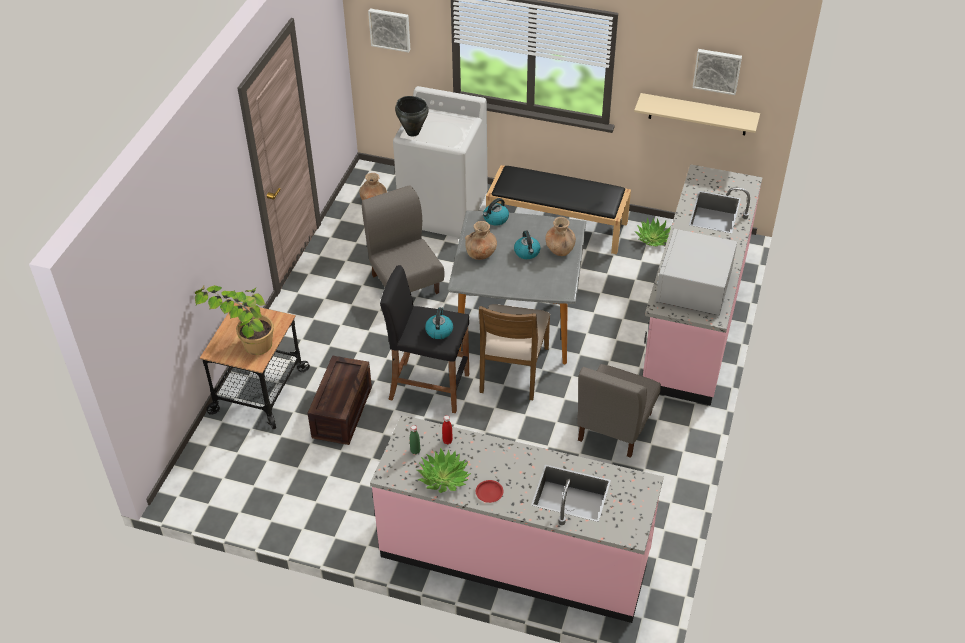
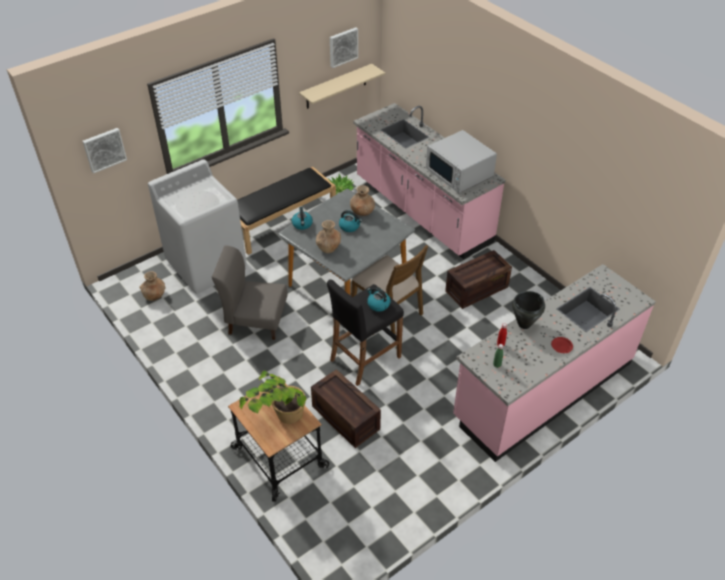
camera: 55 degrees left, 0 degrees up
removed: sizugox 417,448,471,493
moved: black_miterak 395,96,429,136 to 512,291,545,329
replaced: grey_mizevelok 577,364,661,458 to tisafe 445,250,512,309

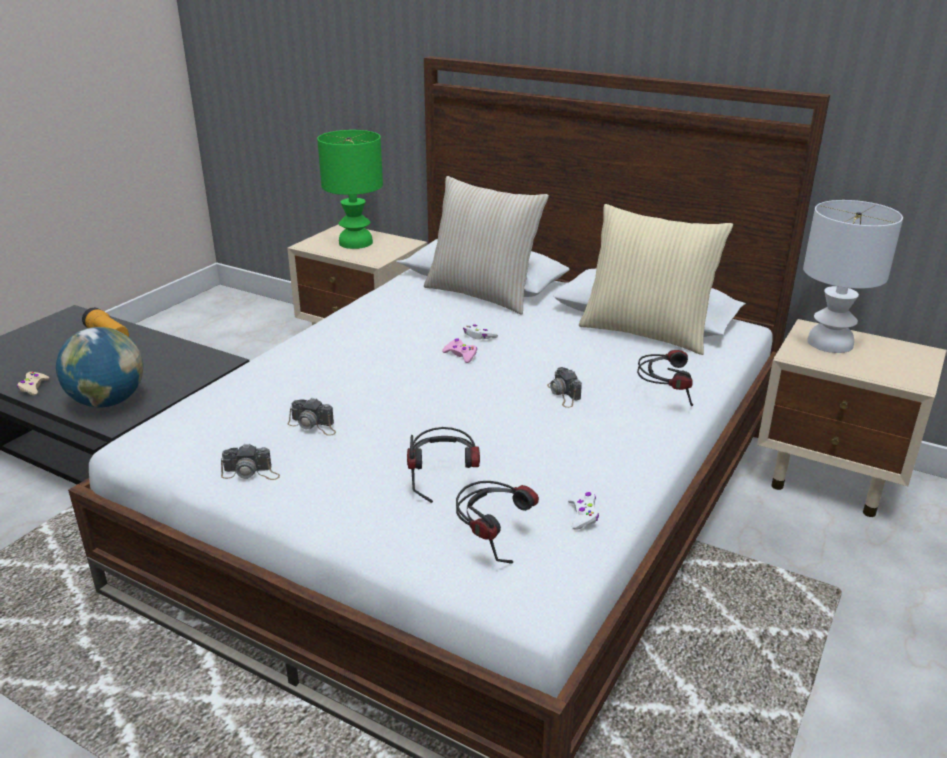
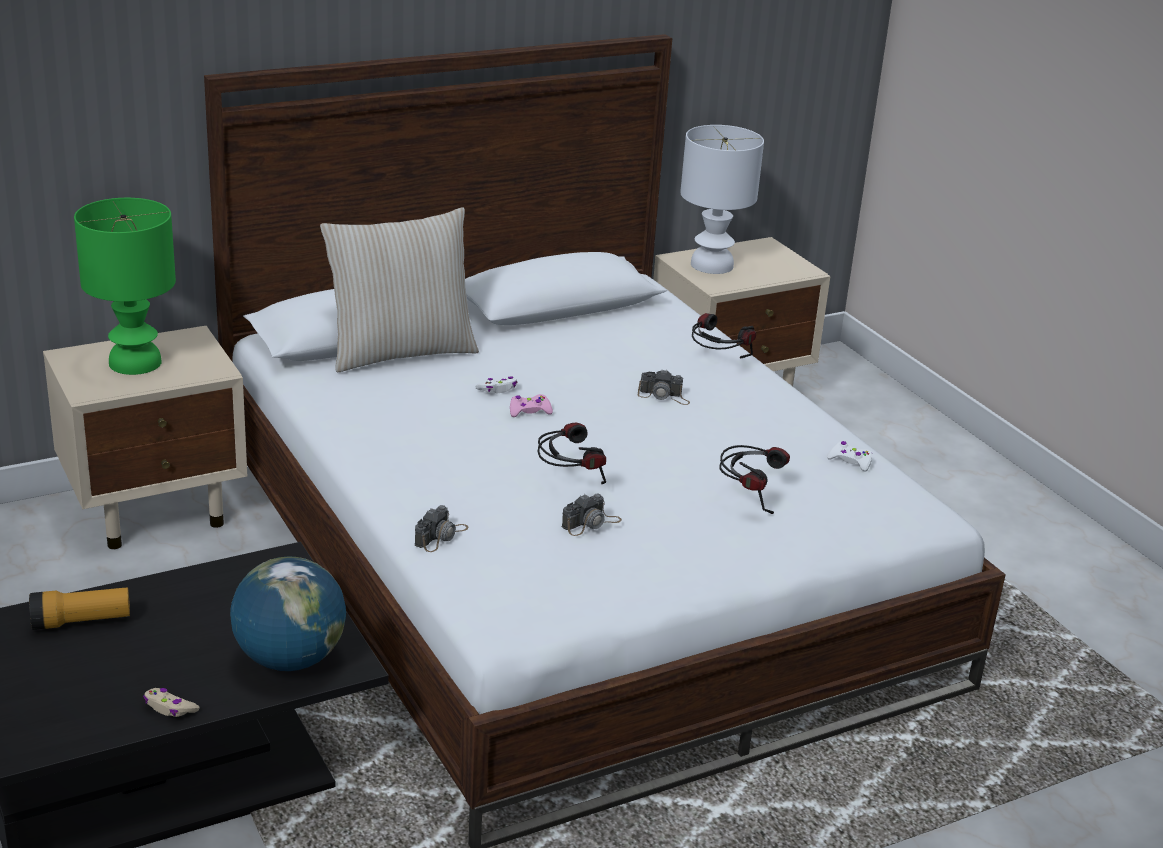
camera: 60 degrees left, 0 degrees up
removed: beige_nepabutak 579,204,733,355
moved: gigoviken 221,443,280,480 to 415,505,468,552; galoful 456,481,539,564 to 537,423,606,484

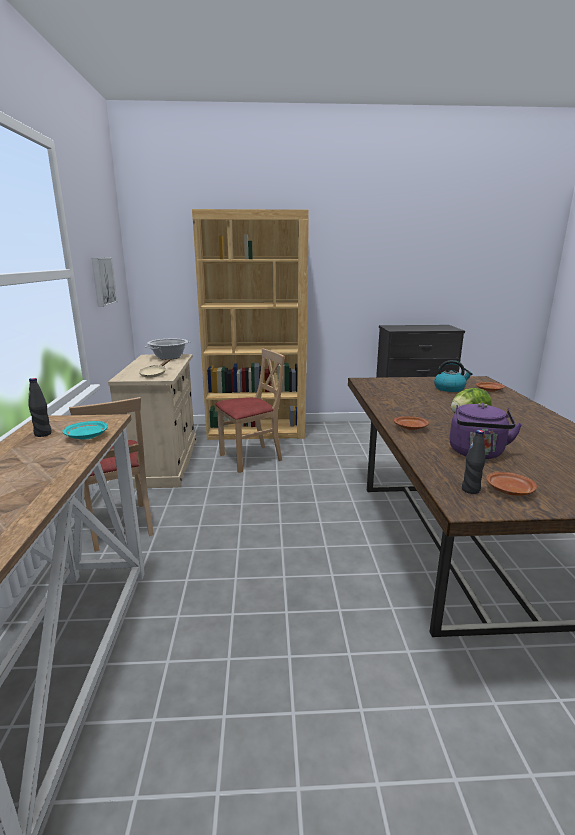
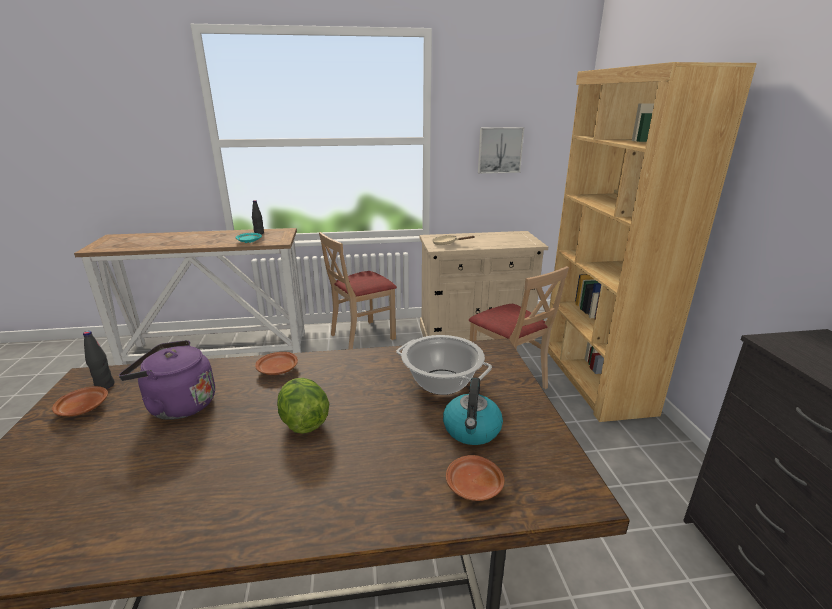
camera: 85 degrees right, 5 degrees up
moved: miterak 144,339,190,360 to 396,335,492,395

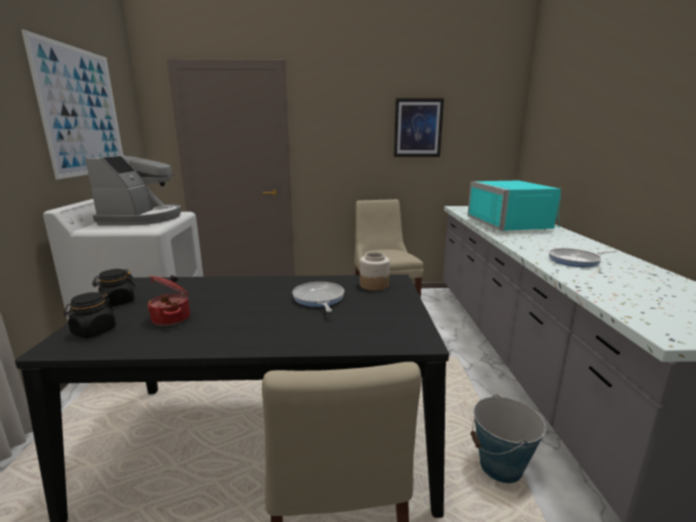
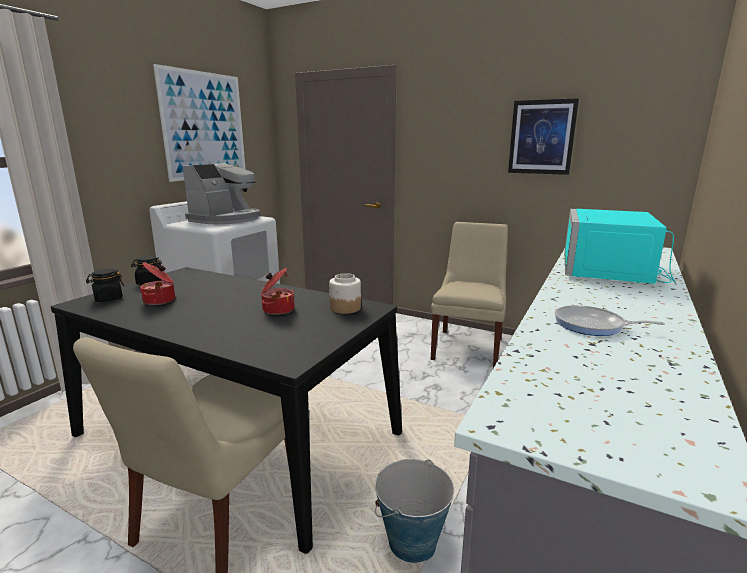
camera: 30 degrees right, 0 degrees up
replaced: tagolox 292,282,344,312 to miterak 261,268,295,315

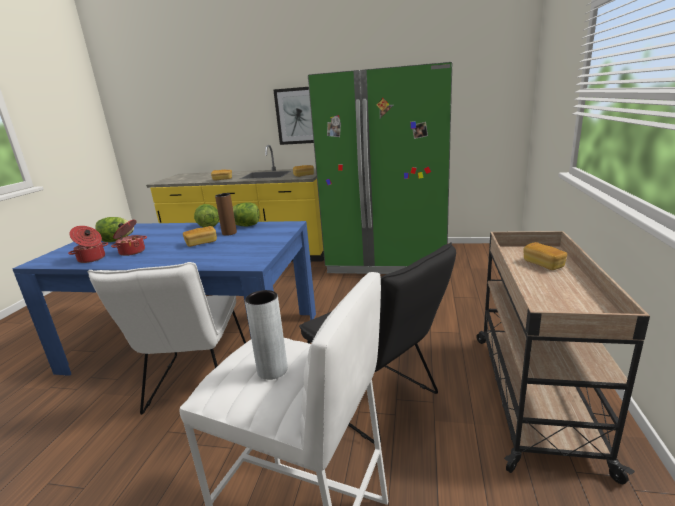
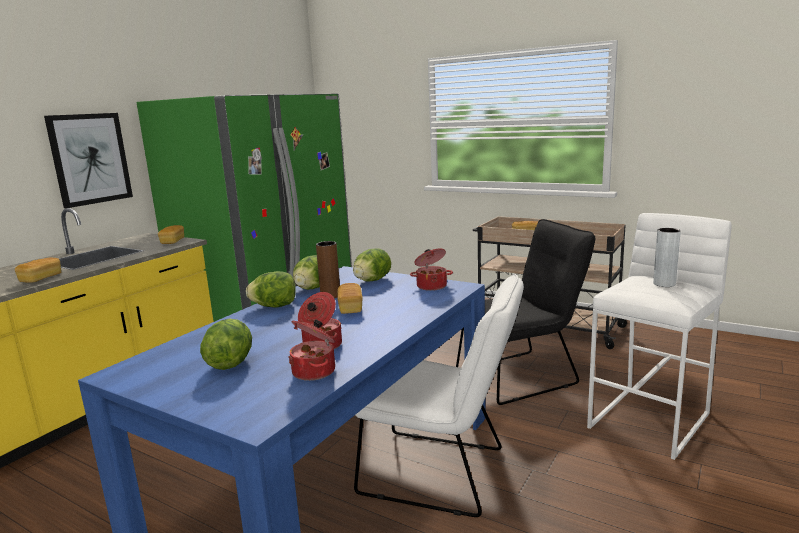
camera: 70 degrees left, 5 degrees down
added: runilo 353,248,391,281; miterak 410,249,453,291

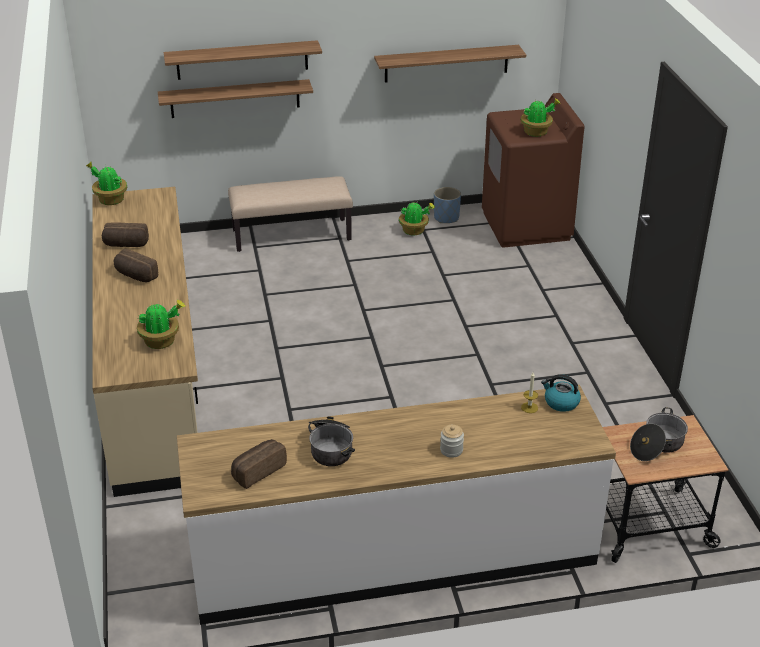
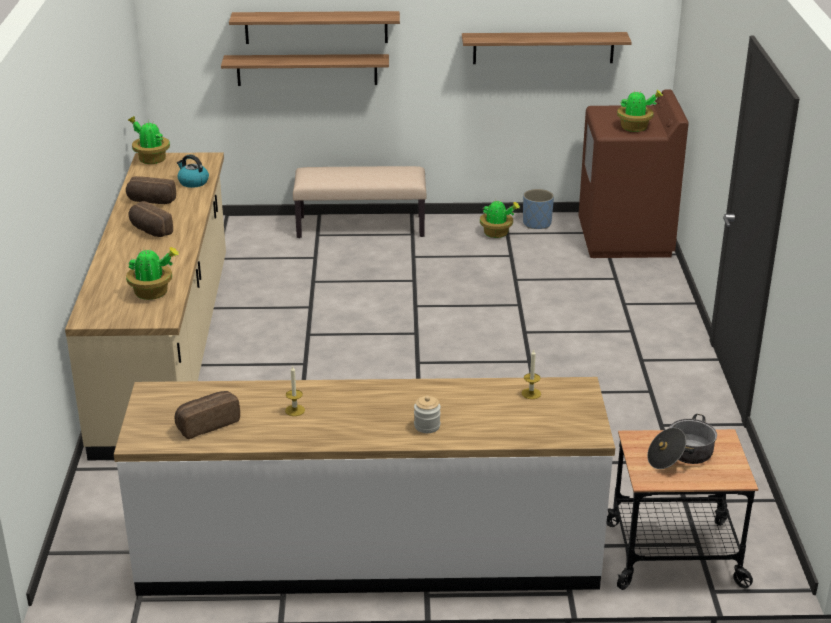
camera: 10 degrees right, 5 degrees down
moved: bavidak 541,374,581,412 to 177,154,209,188
replaced: miterak 308,416,355,466 to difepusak 285,365,305,416

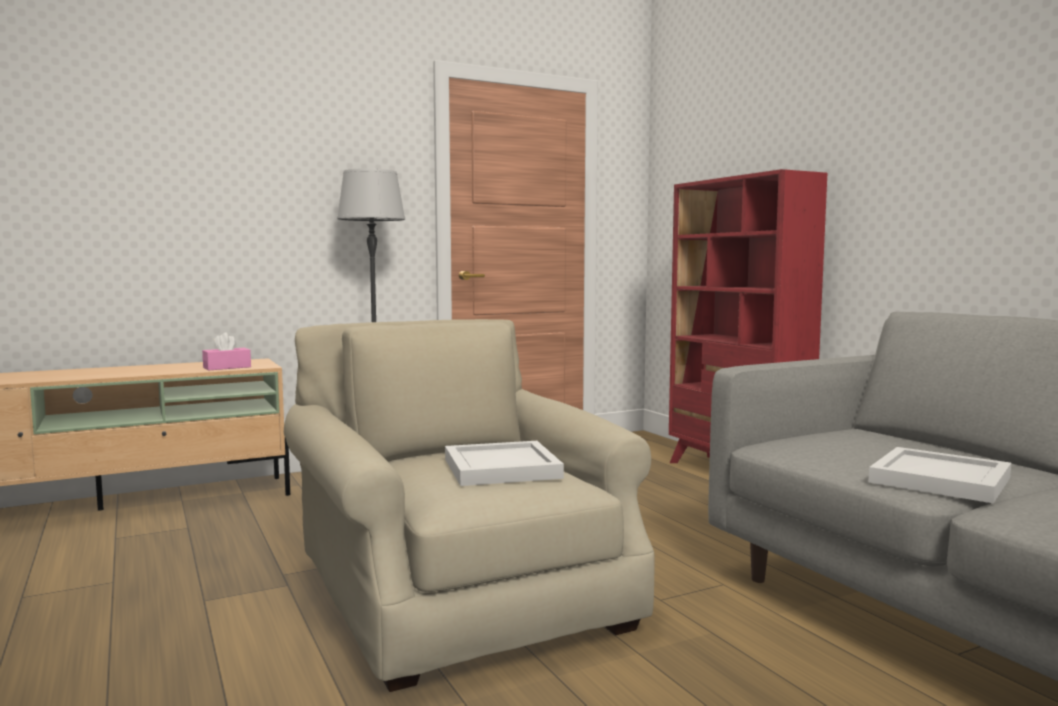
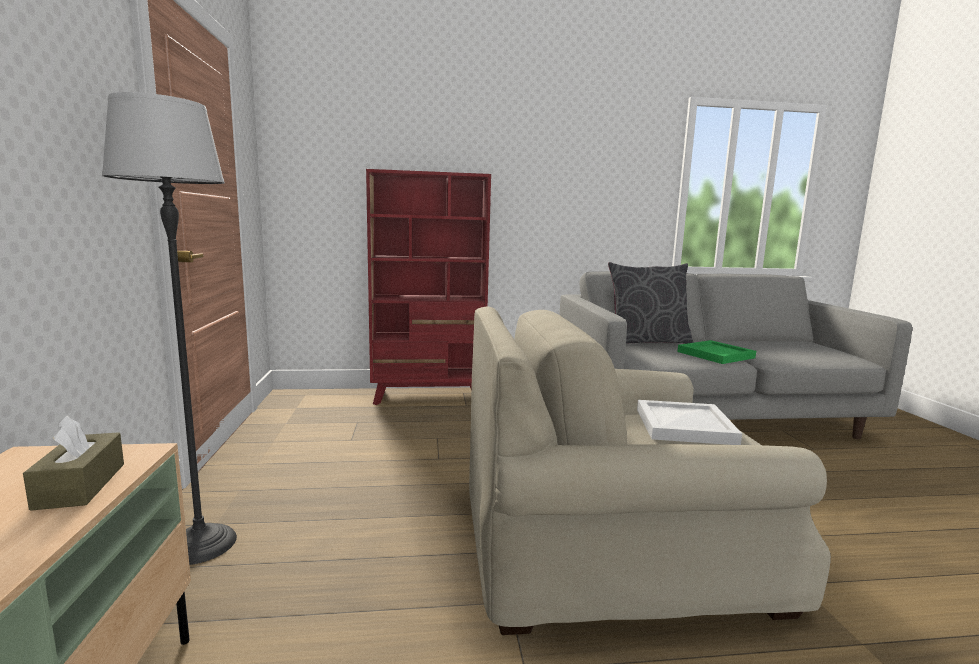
camera: 70 degrees left, 5 degrees up
added: grey_nepabutak 608,262,694,344
recoloured: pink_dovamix 202,332,251,370 to brown_dovamix 23,415,124,511; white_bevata 868,447,1011,504 to green_bevata 677,340,756,364

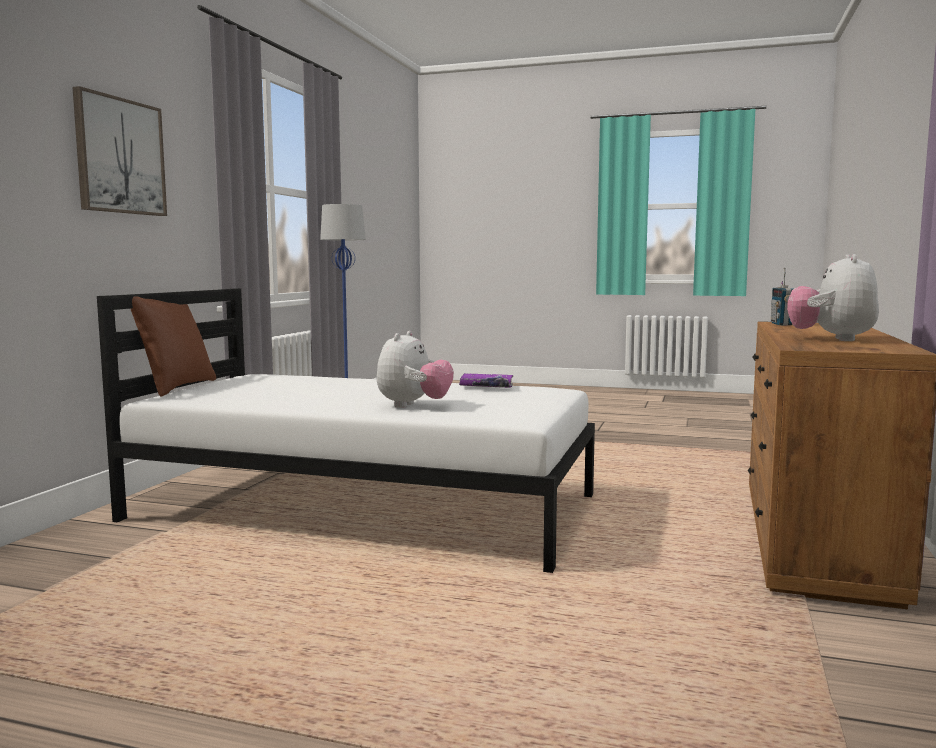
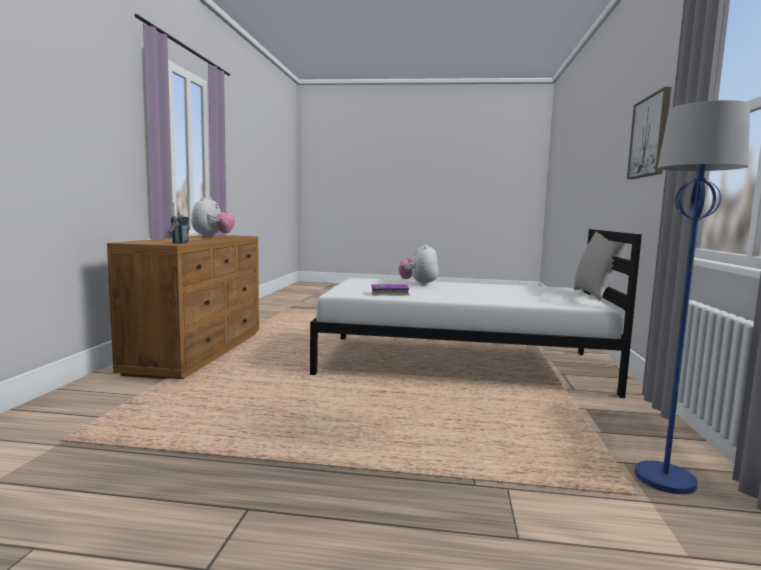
camera: 170 degrees right, 0 degrees up
recoloured: brown_nepabutak 131,296,216,397 to grey_nepabutak 574,231,627,300

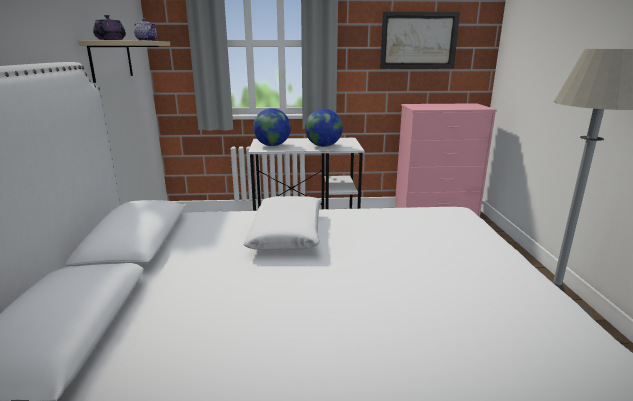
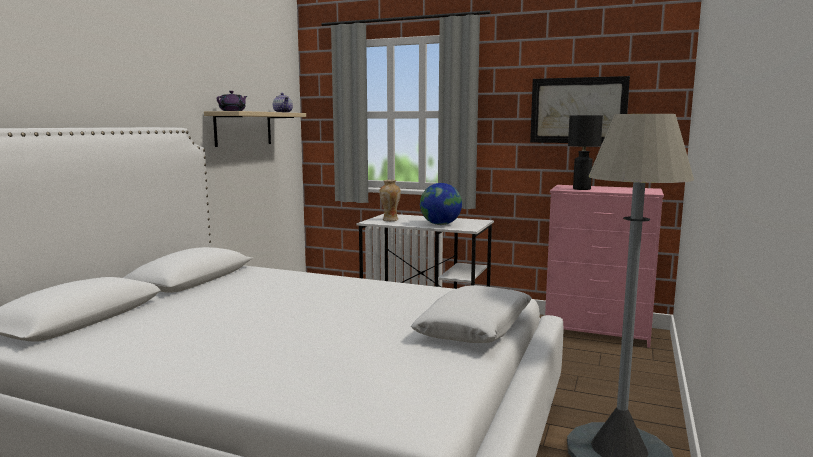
camera: 25 degrees right, 10 degrees down
added: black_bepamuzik 568,115,603,190
moved: white_nepabutak 243,196,322,250 to 411,285,532,343
replaced: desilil 253,108,291,146 to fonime 379,180,401,221

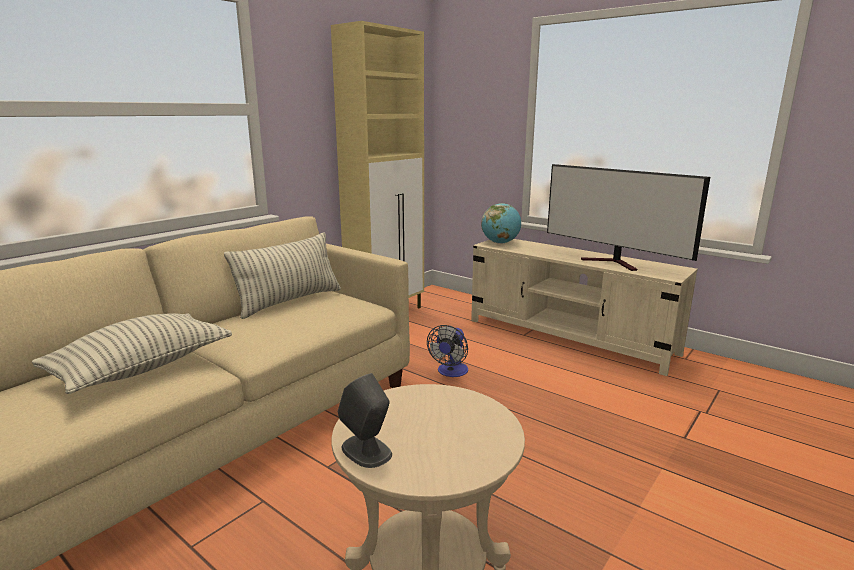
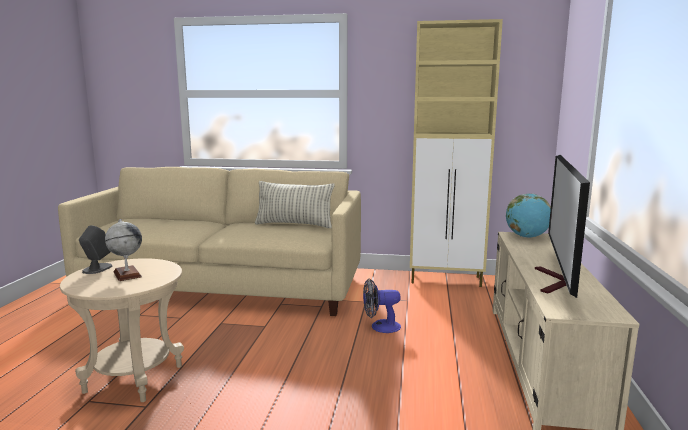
camera: 60 degrees right, 5 degrees down
removed: nepabutak 32,313,232,394
added: desilil 105,219,142,281

